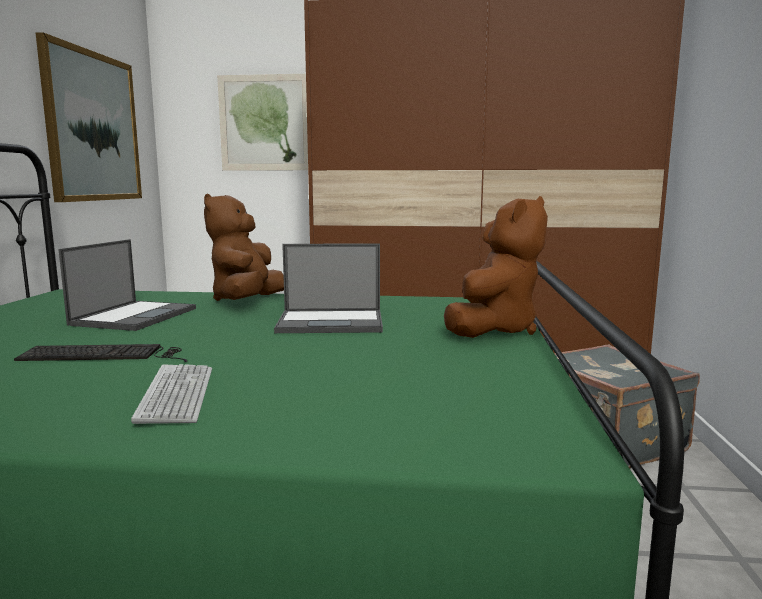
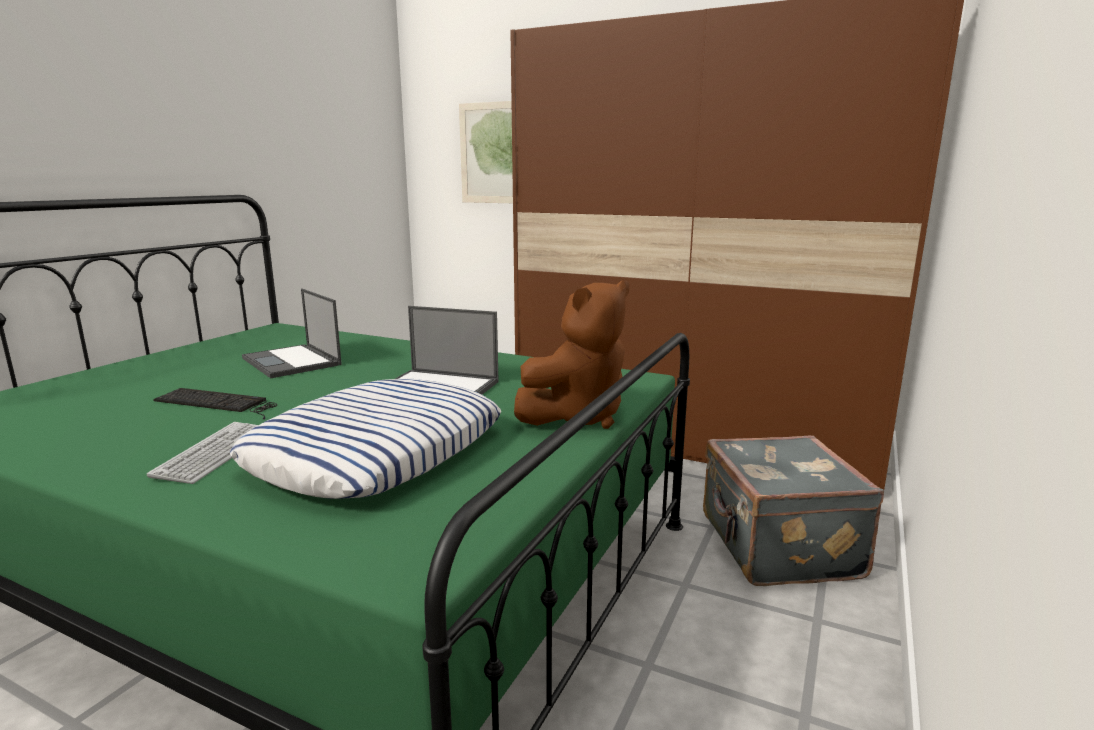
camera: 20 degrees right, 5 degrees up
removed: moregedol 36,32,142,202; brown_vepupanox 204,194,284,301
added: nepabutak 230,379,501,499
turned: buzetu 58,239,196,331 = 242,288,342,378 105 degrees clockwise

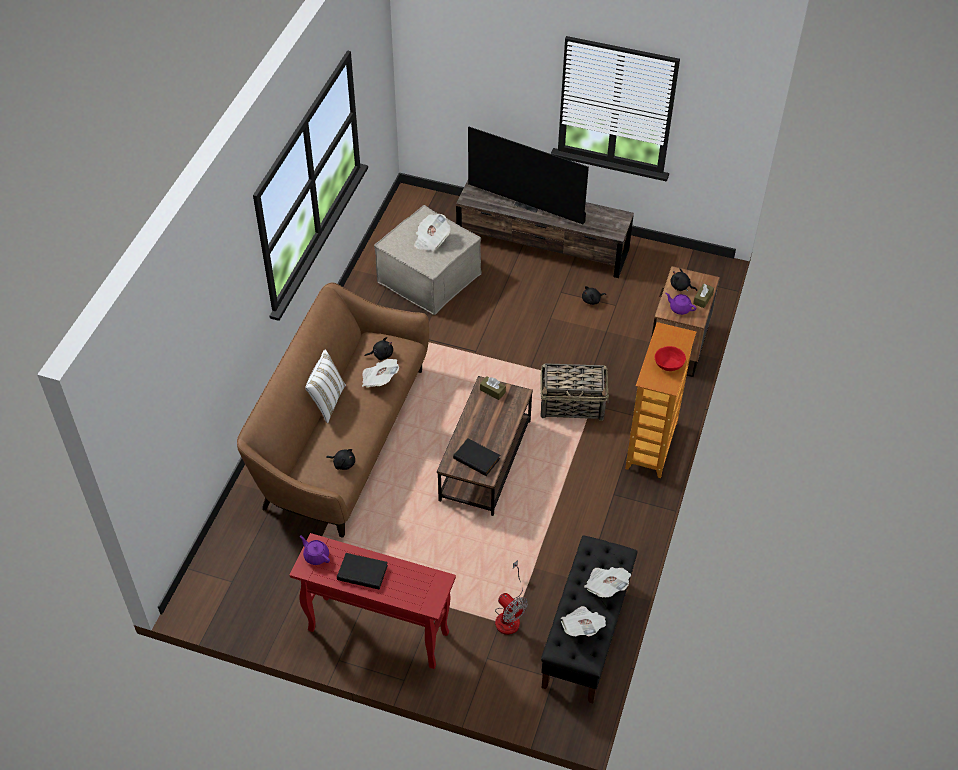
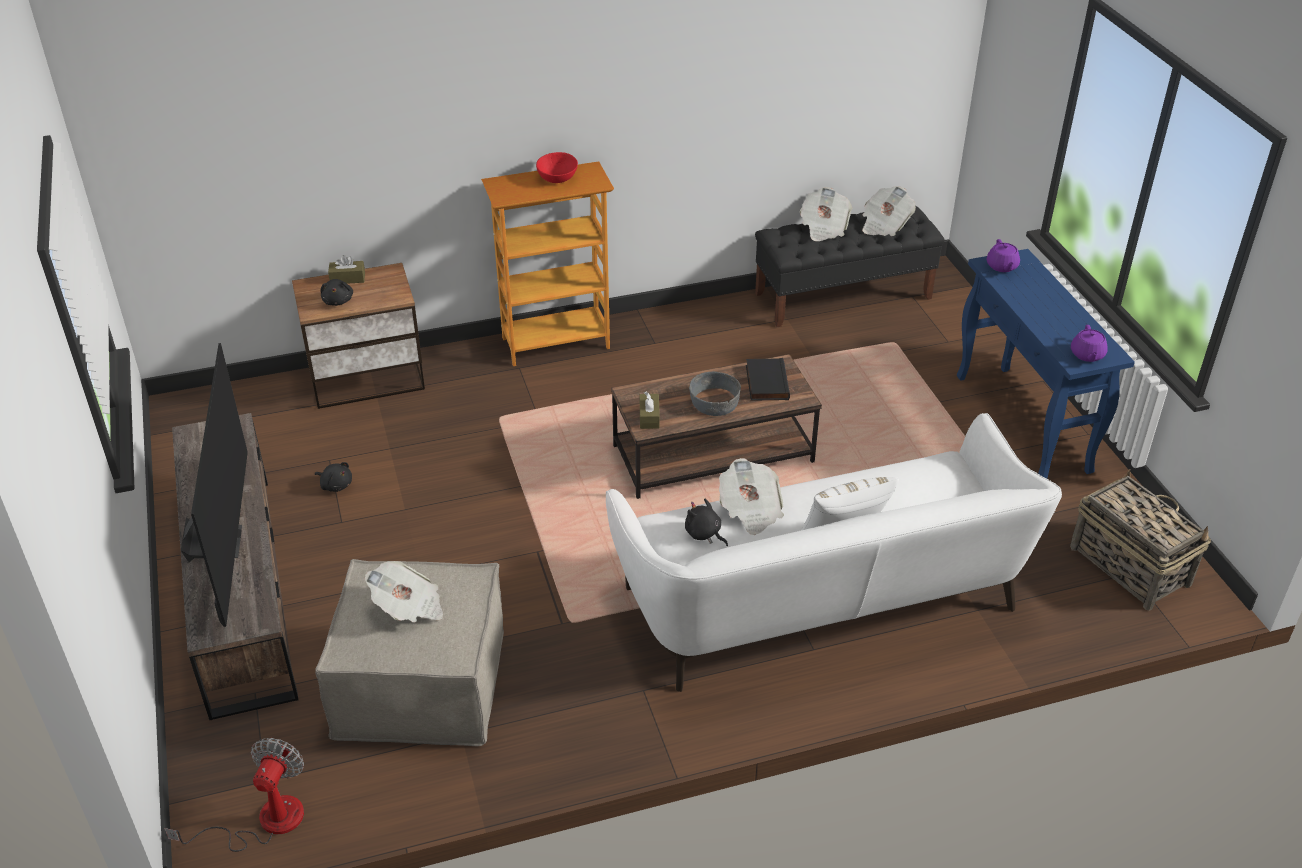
camera: 125 degrees left, 10 degrees down
removed: black_vepupanox 326,449,355,470; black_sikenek 337,553,388,590
added: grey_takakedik 689,372,741,416
moved: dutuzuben 495,560,528,635 to 164,738,304,852; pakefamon 540,363,609,421 to 1070,469,1211,611; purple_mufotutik 665,293,696,315 to 987,239,1020,272
recoloured: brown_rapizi 237,283,429,537 to white_rapizi 606,413,1062,692; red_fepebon 290,533,456,669 to blue_fepebon 957,249,1135,479

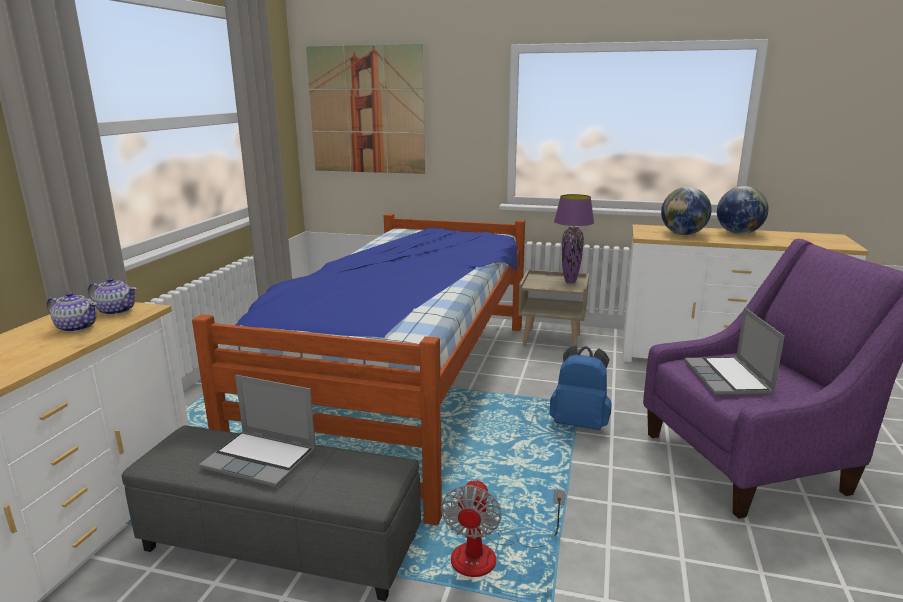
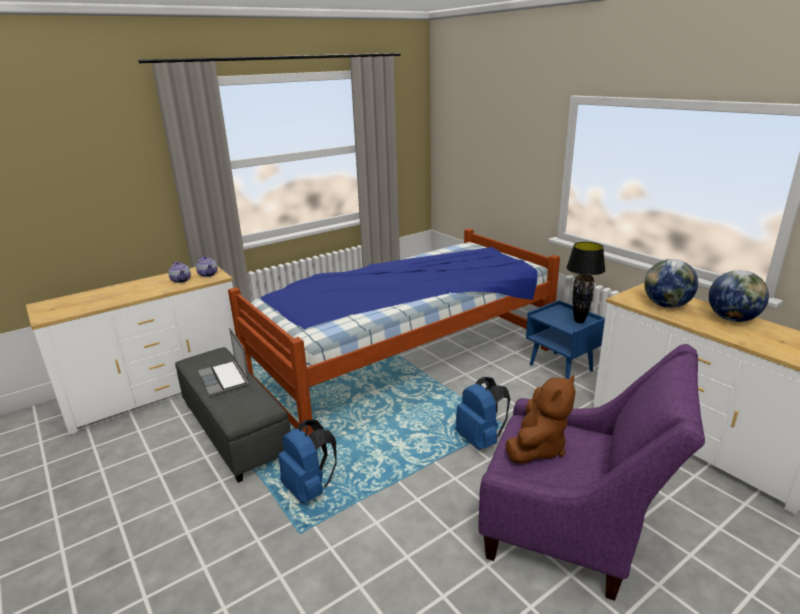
camera: 40 degrees right, 5 degrees up
removed: moregedol 306,44,425,174
replaced: dutuzuben 441,479,566,577 to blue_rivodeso 278,420,336,503; buzetu 684,307,785,395 to brown_vepupanox 505,375,576,463
recoloured: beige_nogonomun 518,269,589,346 to blue_nogonomun 526,300,605,379; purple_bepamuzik 554,194,594,283 to black_bepamuzik 567,242,605,323

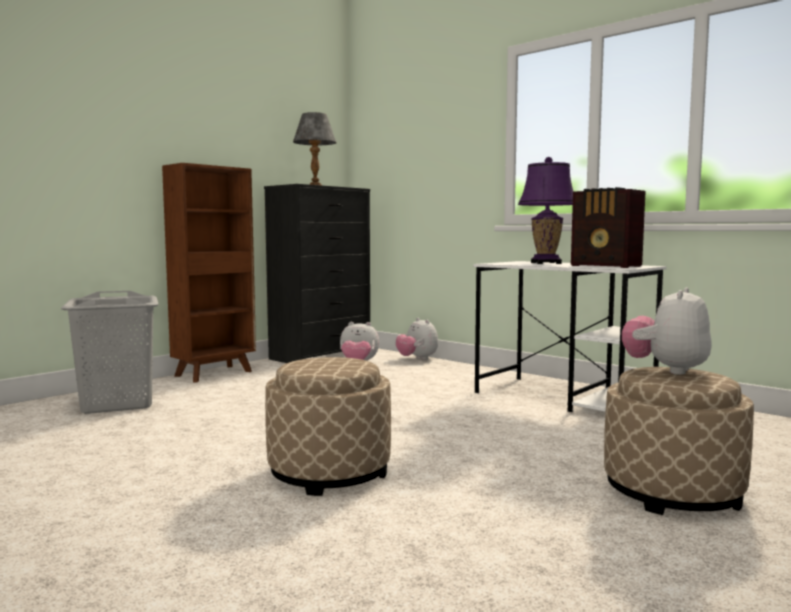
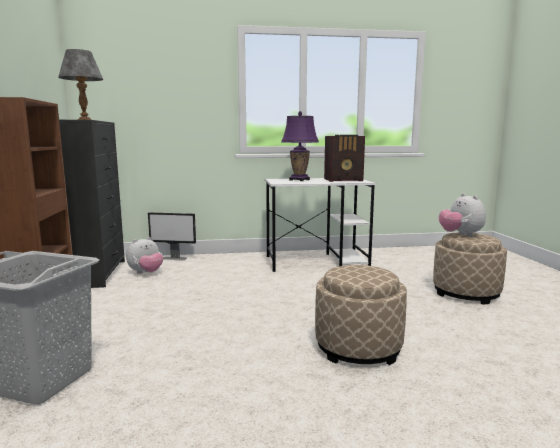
camera: 50 degrees left, 5 degrees up
replaced: vepupanox 396,318,438,360 to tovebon 148,213,196,260

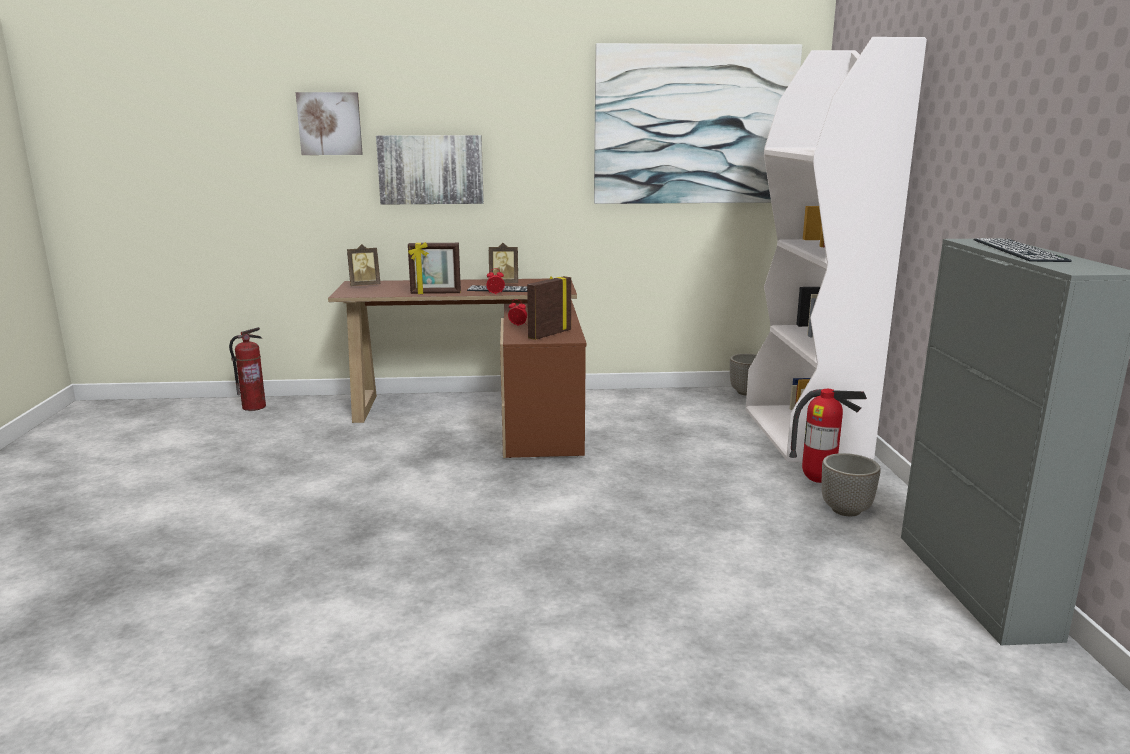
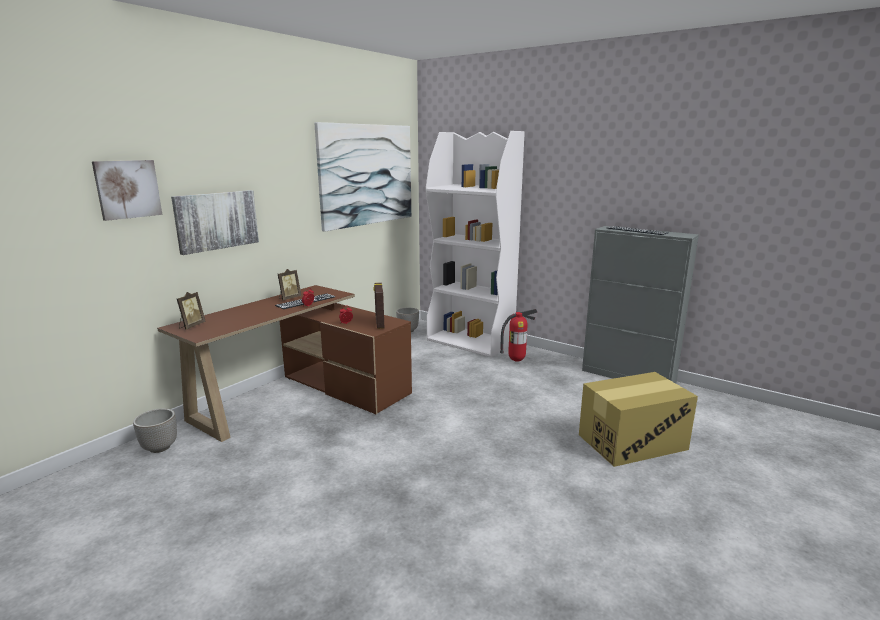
camera: 50 degrees left, 0 degrees up
removed: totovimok 229,327,266,411; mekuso 408,242,461,294
added: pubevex 579,372,698,467
moved: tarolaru 822,453,881,516 to 133,408,177,453

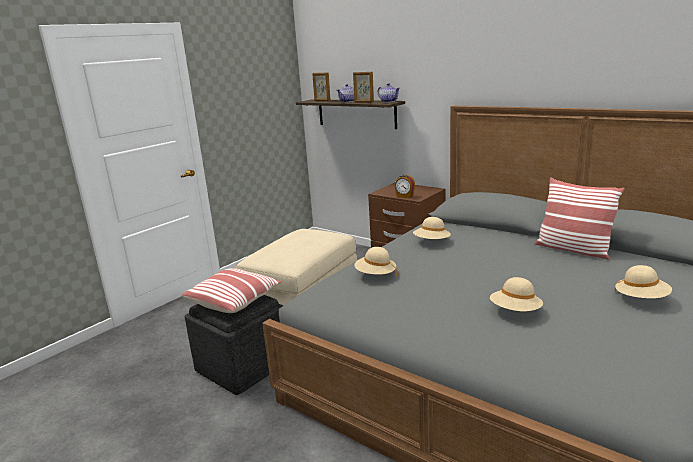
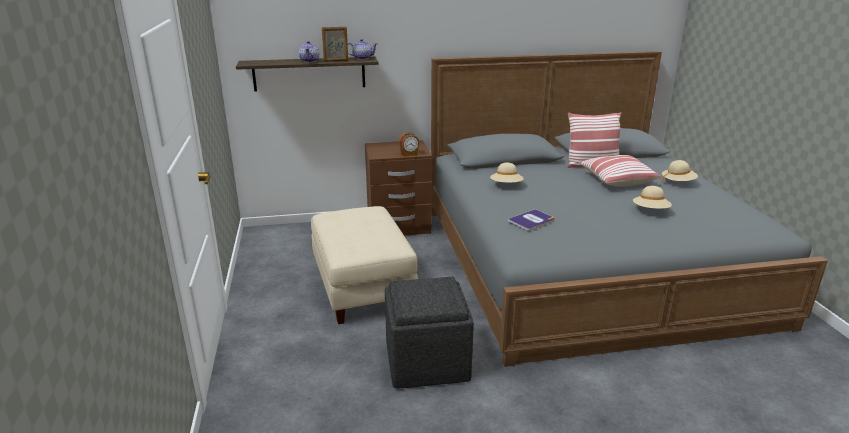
camera: 50 degrees left, 5 degrees up
removed: mekuso 312,73,331,101
moved: nepabutak 182,268,282,313 to 579,155,661,187
replaced: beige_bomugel 355,247,397,277 to sikenek 508,209,555,231

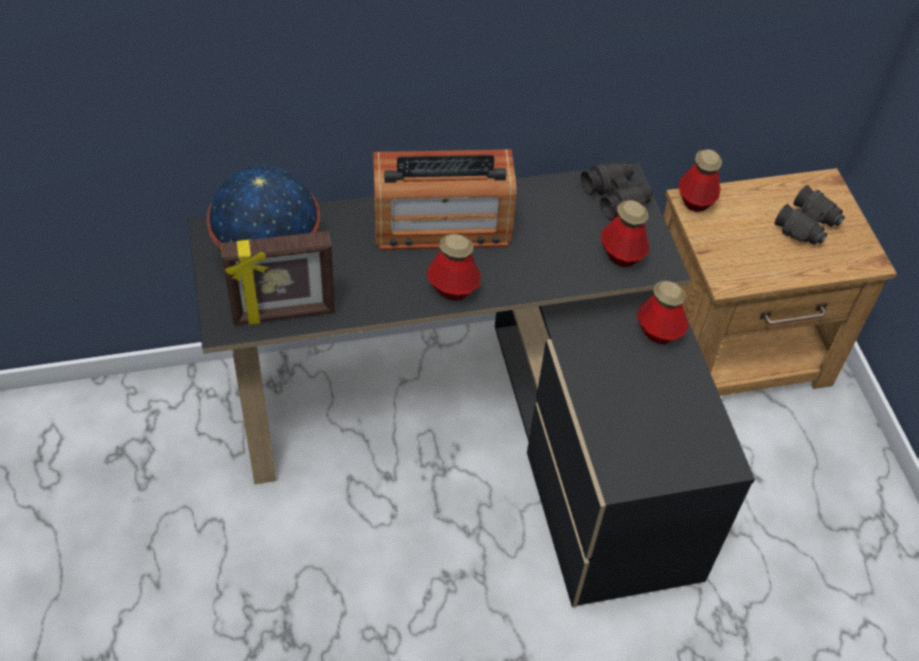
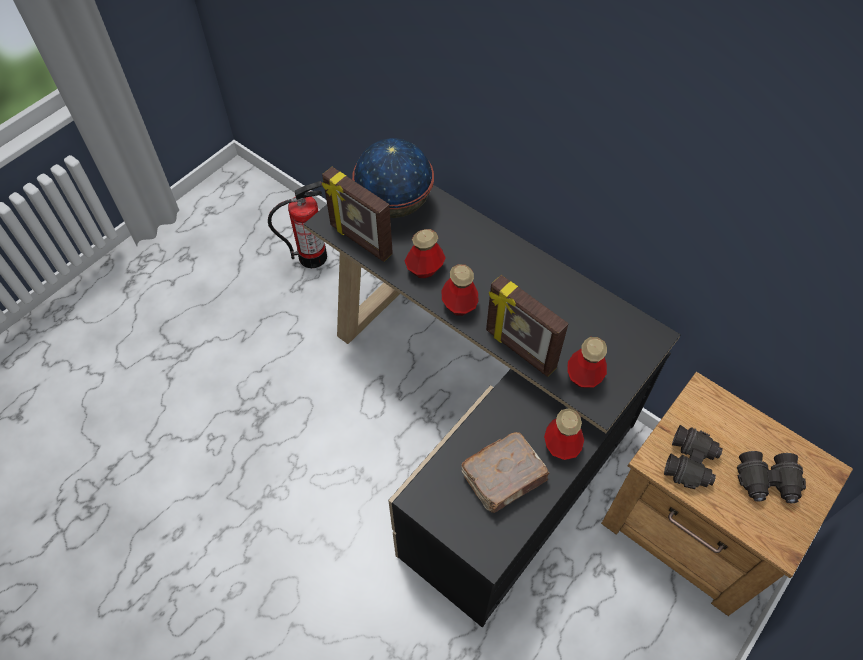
camera: 55 degrees right, 5 degrees up
removed: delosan 373,149,516,250
added: totovimok 268,181,327,268; brown_sikenek 461,432,550,513; mekuso 486,275,568,377
moved: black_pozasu 581,161,653,220 to 664,425,723,489; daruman 678,149,722,212 to 405,229,446,278

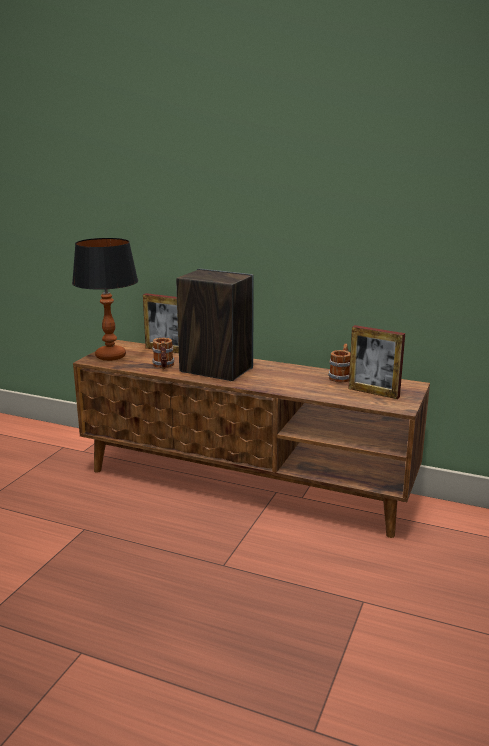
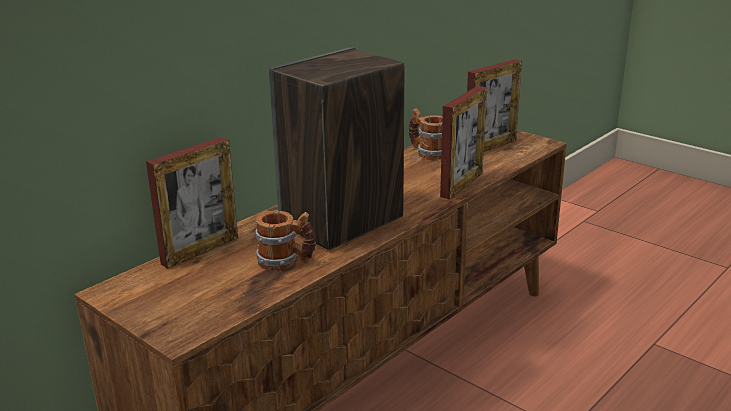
camera: 70 degrees left, 5 degrees up
removed: bepamuzik 72,238,138,361
added: mekuso 440,86,487,199

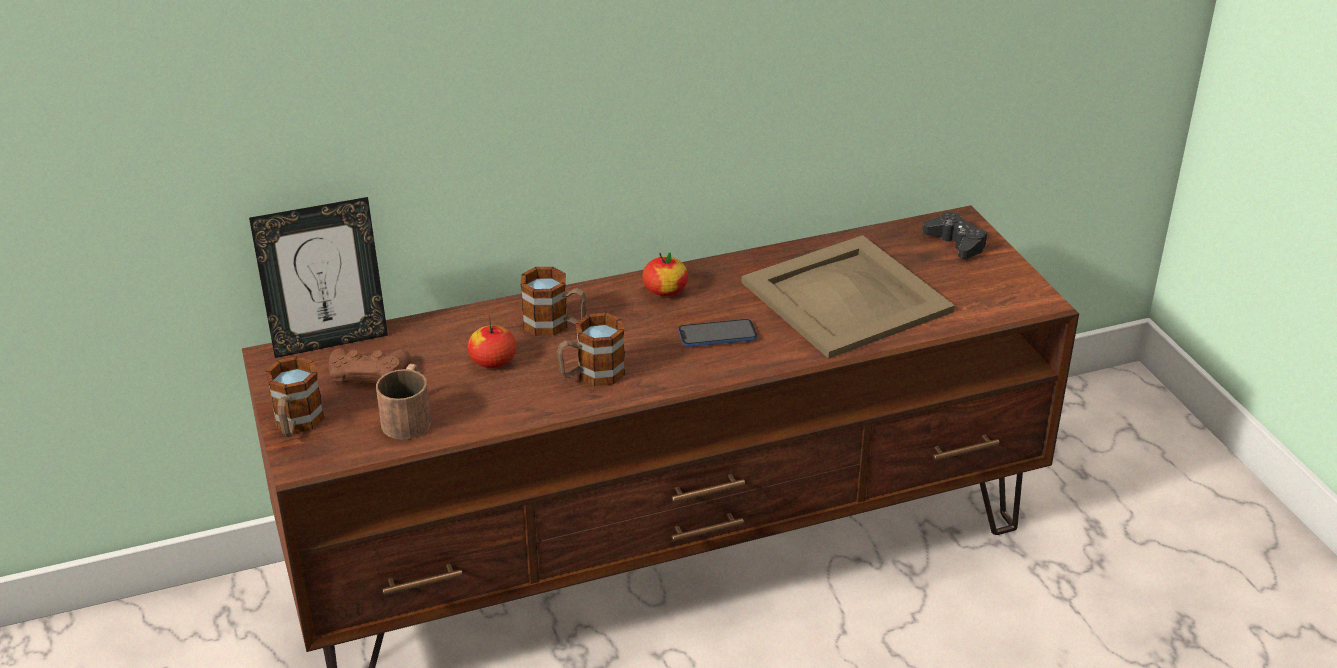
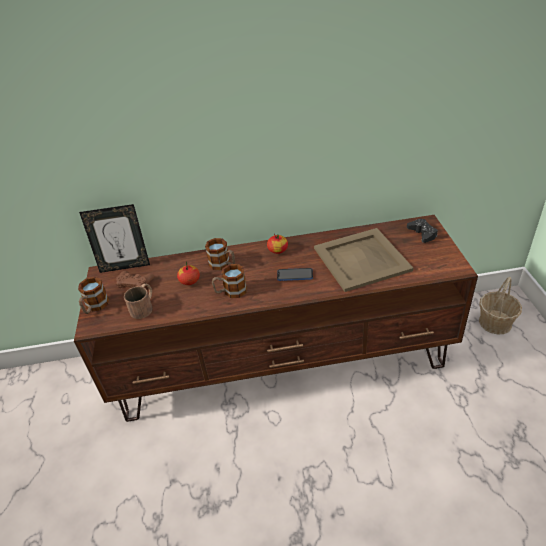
camera: 15 degrees right, 5 degrees up
added: pakefamon 479,277,522,335

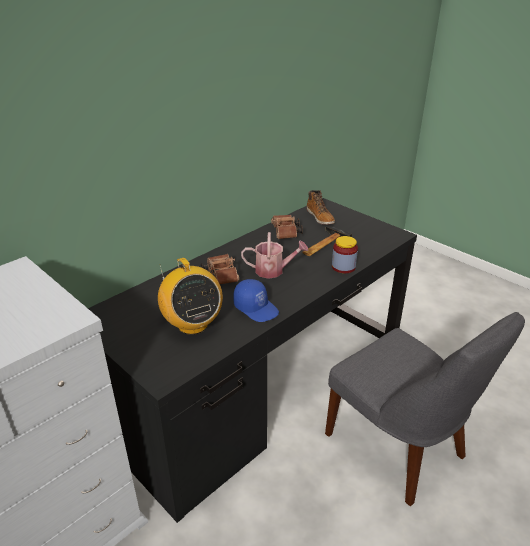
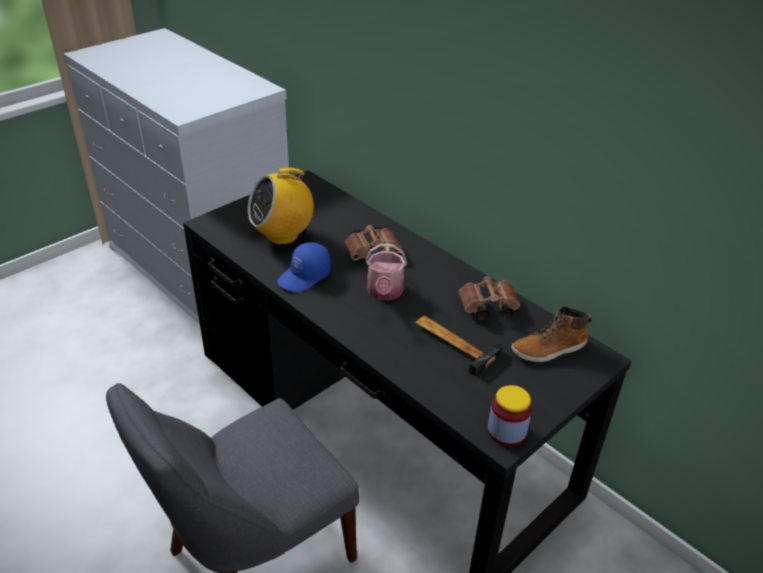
camera: 90 degrees right, 5 degrees up
moved: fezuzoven 332,236,358,273 to 488,385,532,446

